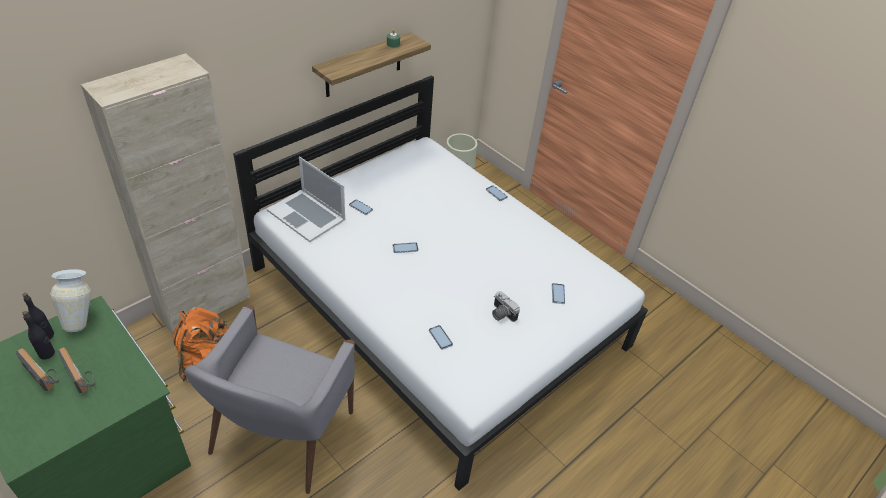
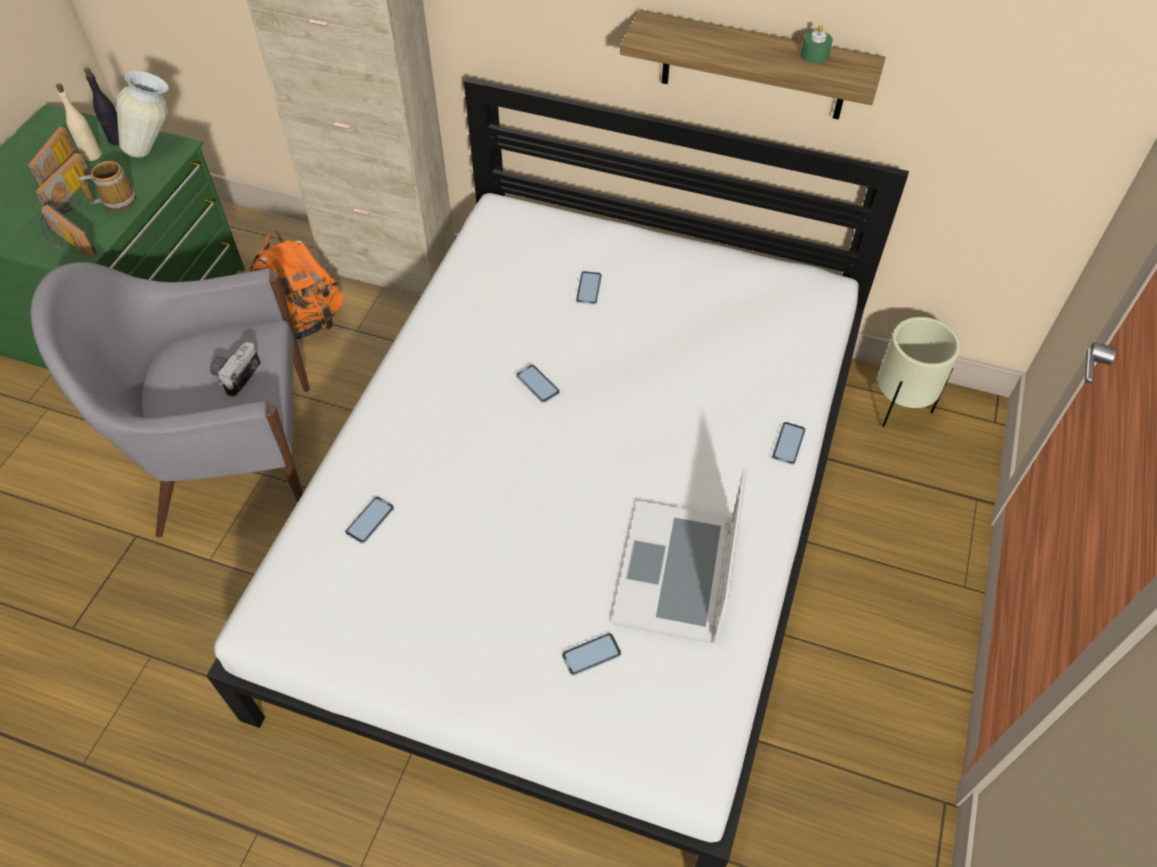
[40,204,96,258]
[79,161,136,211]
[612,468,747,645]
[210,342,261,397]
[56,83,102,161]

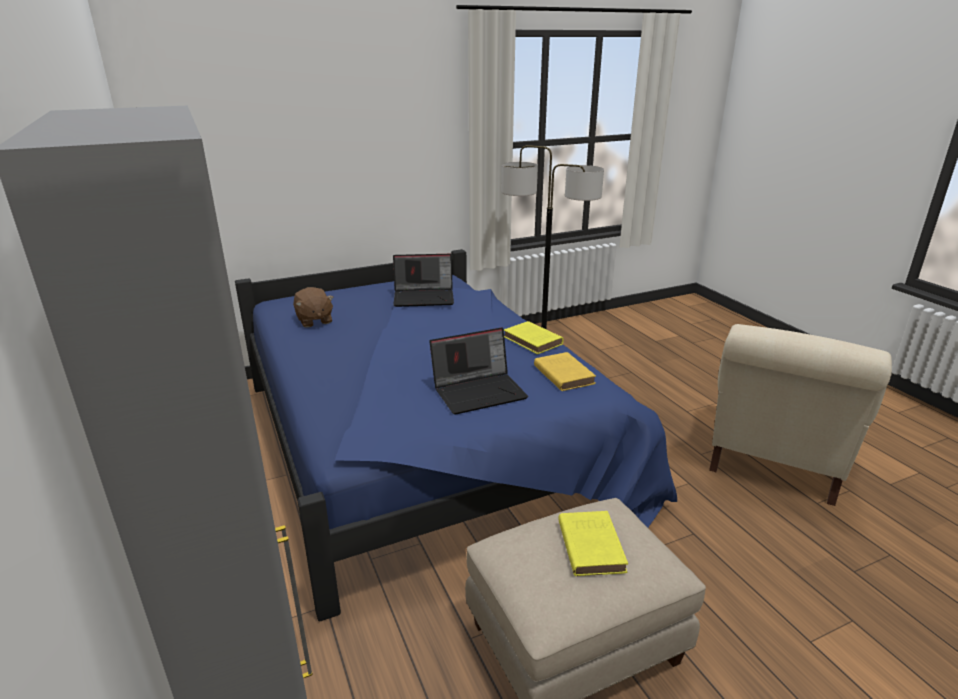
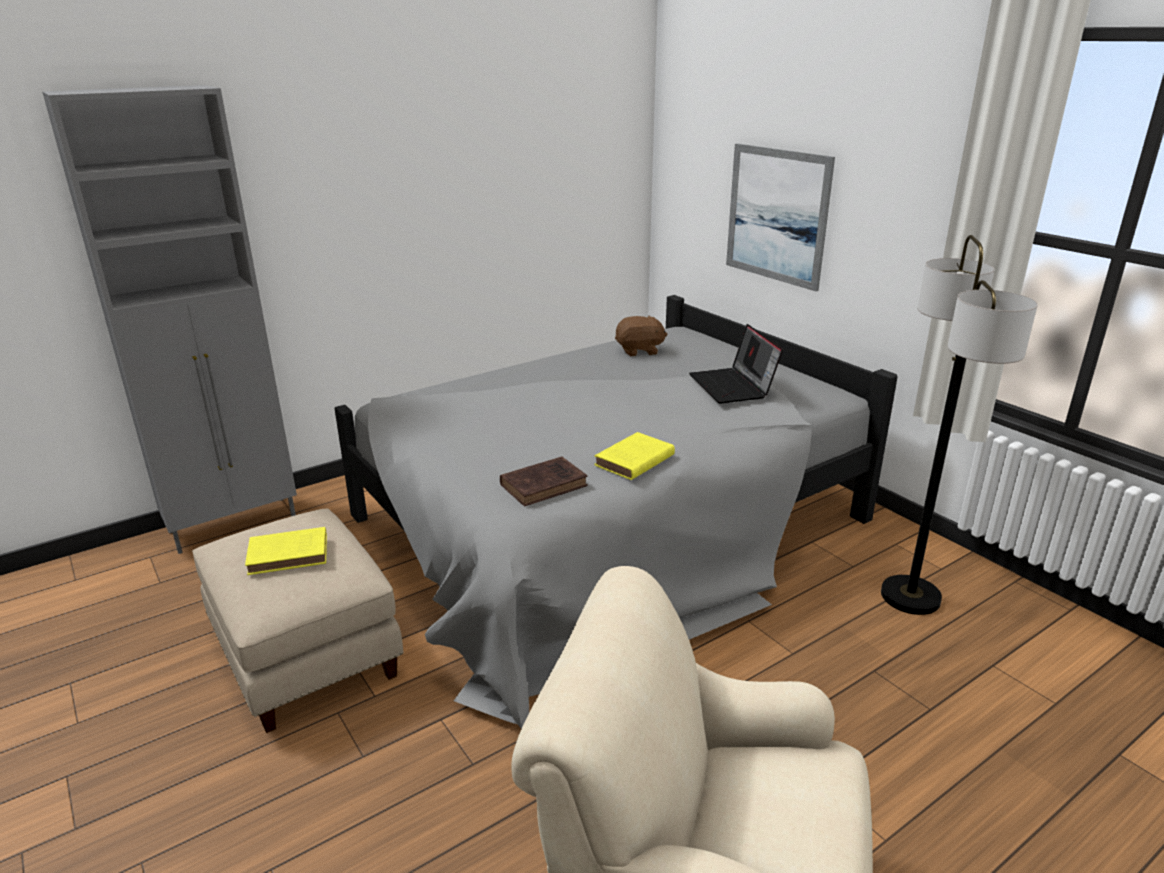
[429,327,528,415] (first image)
[726,143,835,291]
[334,295,898,729]
[500,457,588,506]
[615,315,668,356]

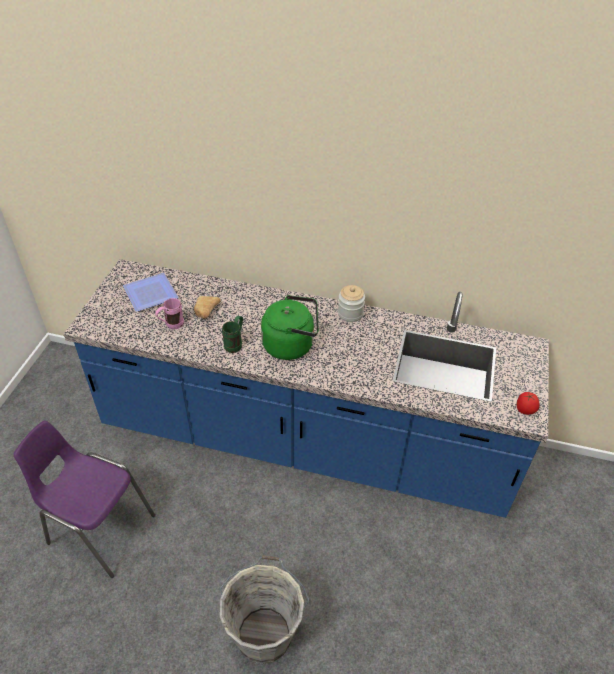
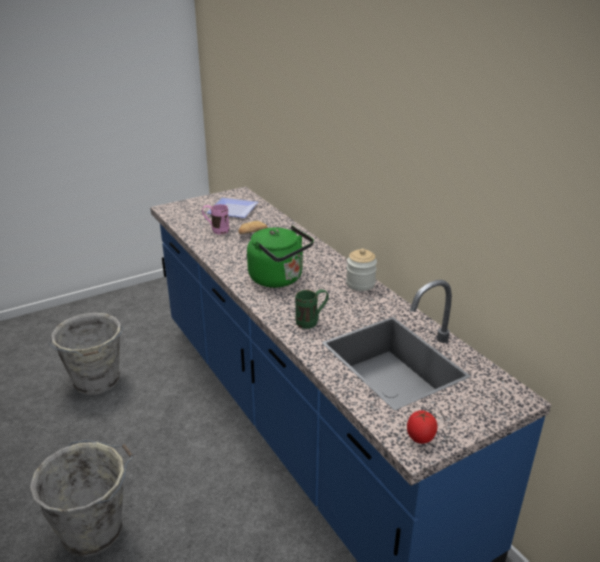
[295,289,329,329]
[48,313,124,395]

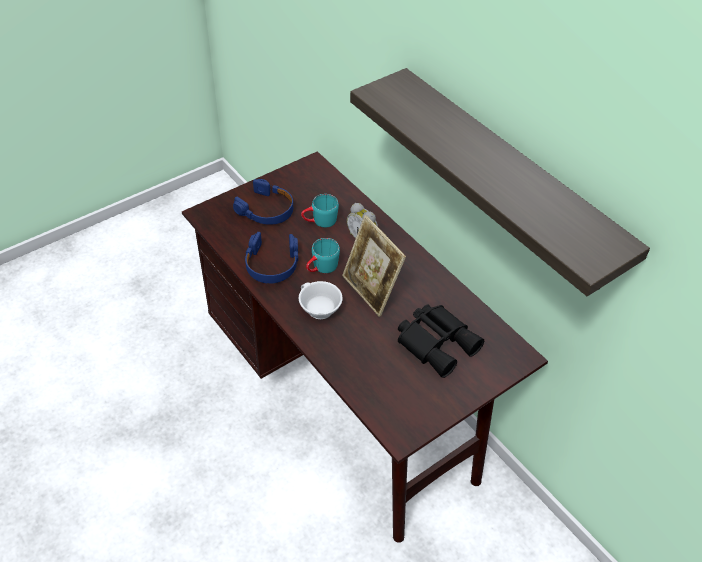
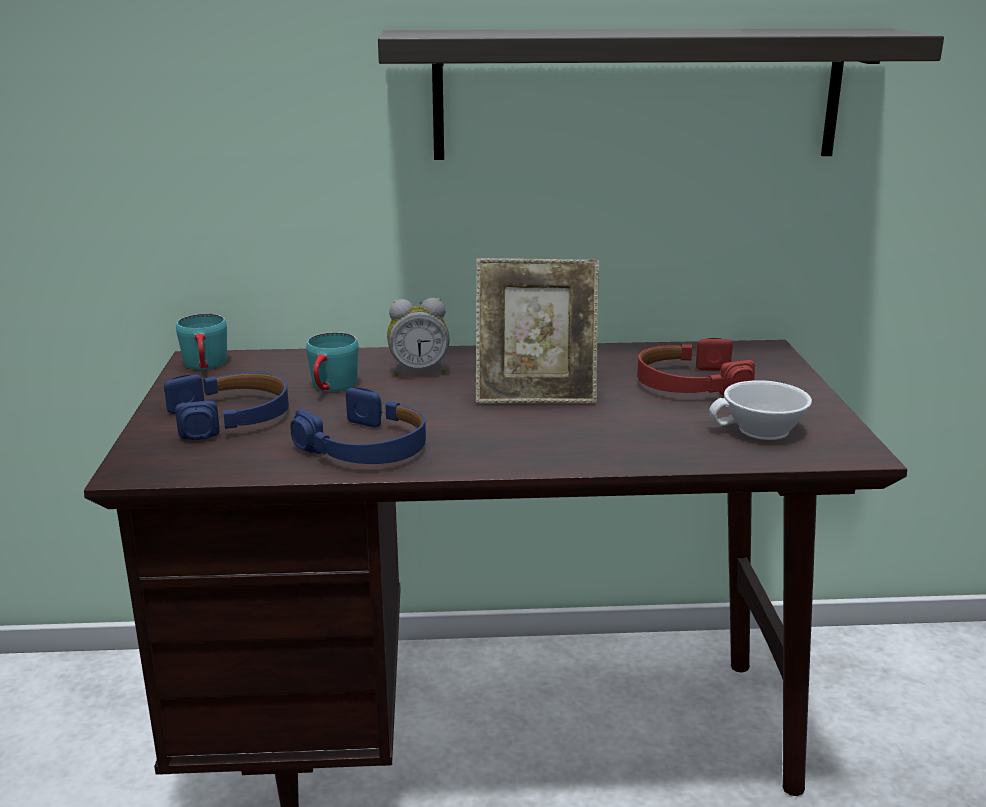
[709,380,812,440]
[176,314,227,370]
[637,338,755,396]

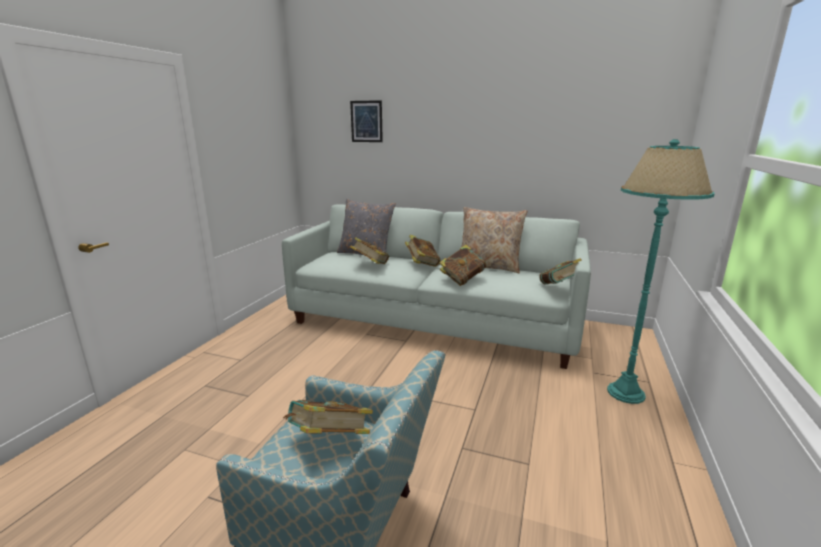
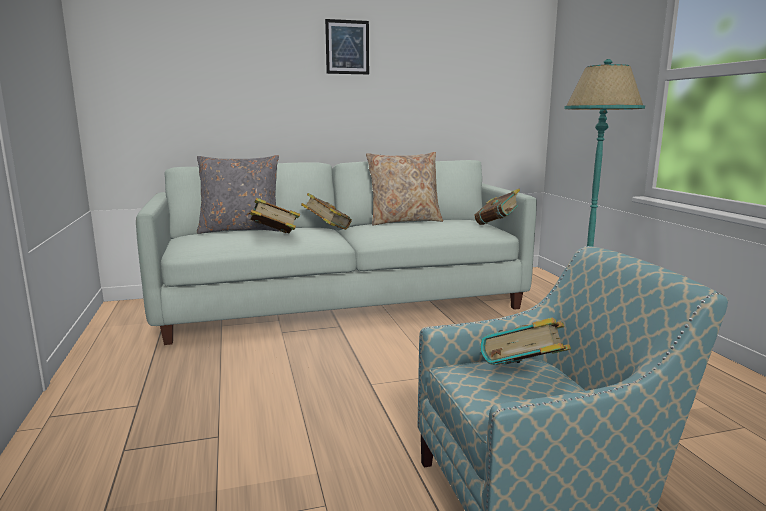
[439,245,486,286] (first image)
[325,19,369,74]

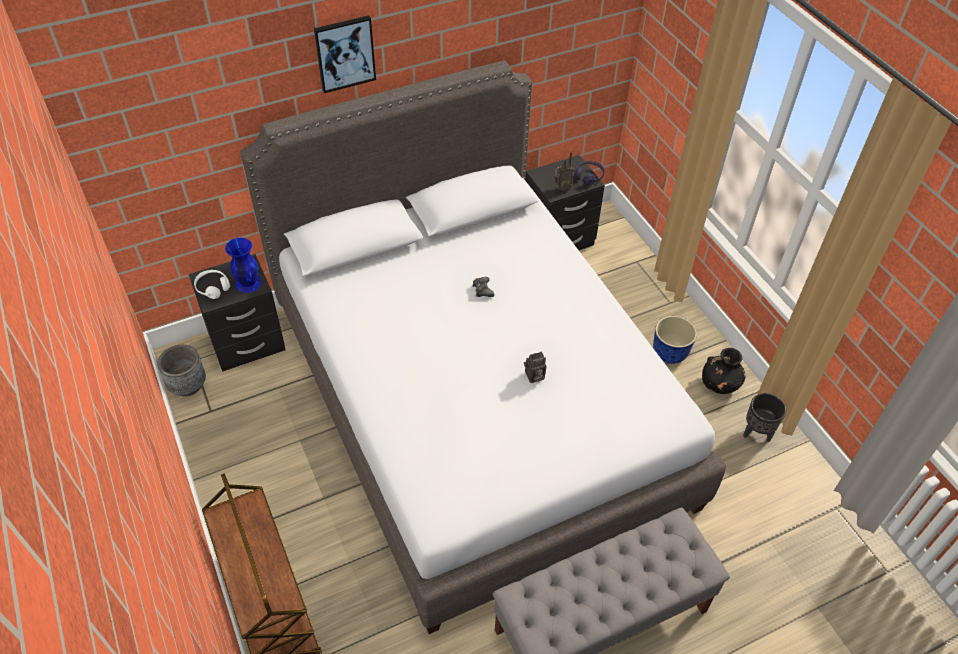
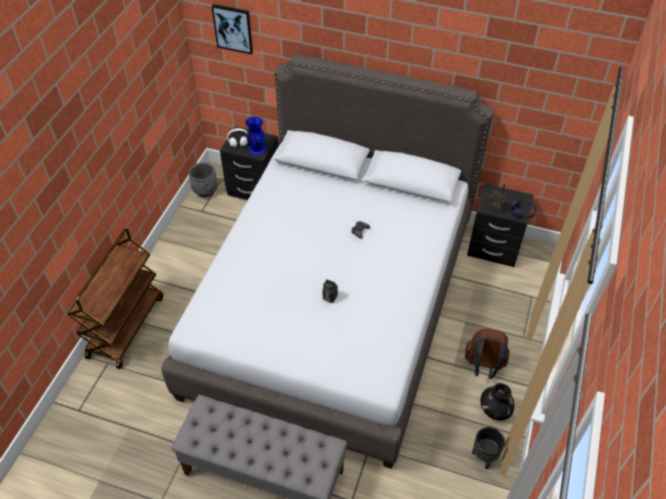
[212,4,253,54]
[465,329,510,379]

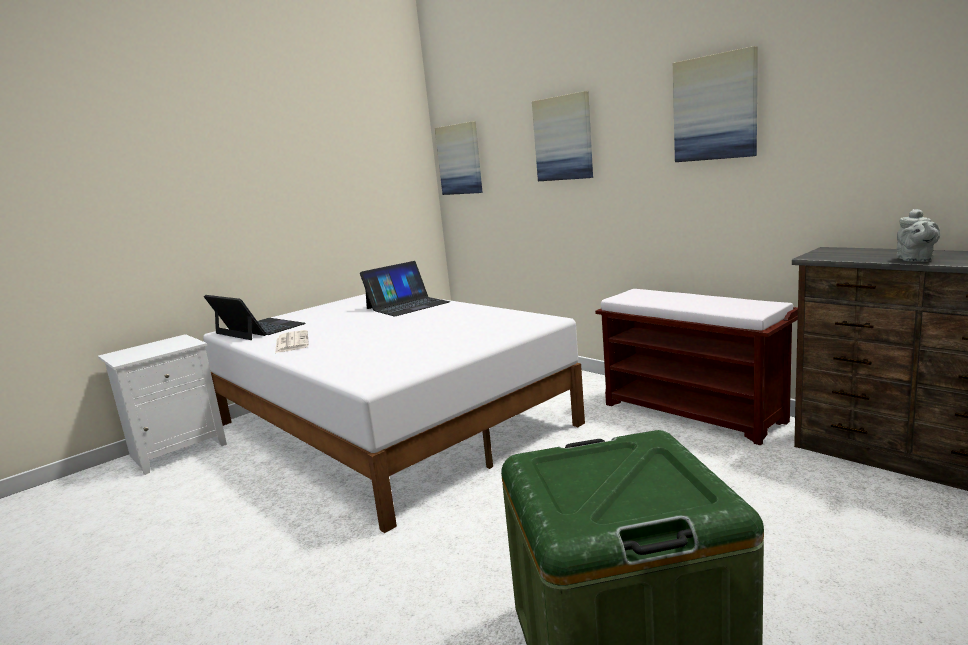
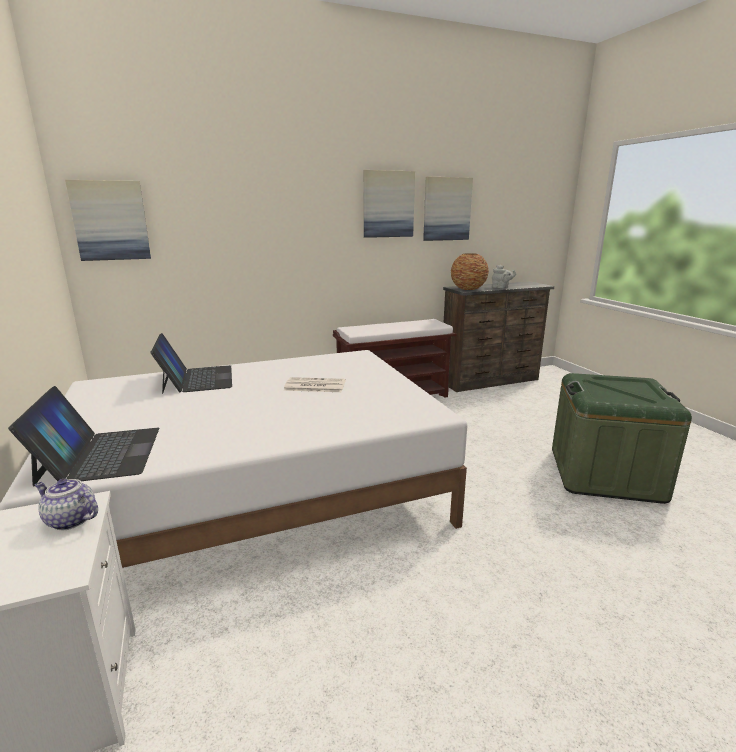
[35,479,98,530]
[451,253,489,290]
[283,377,346,392]
[423,177,473,241]
[8,386,159,487]

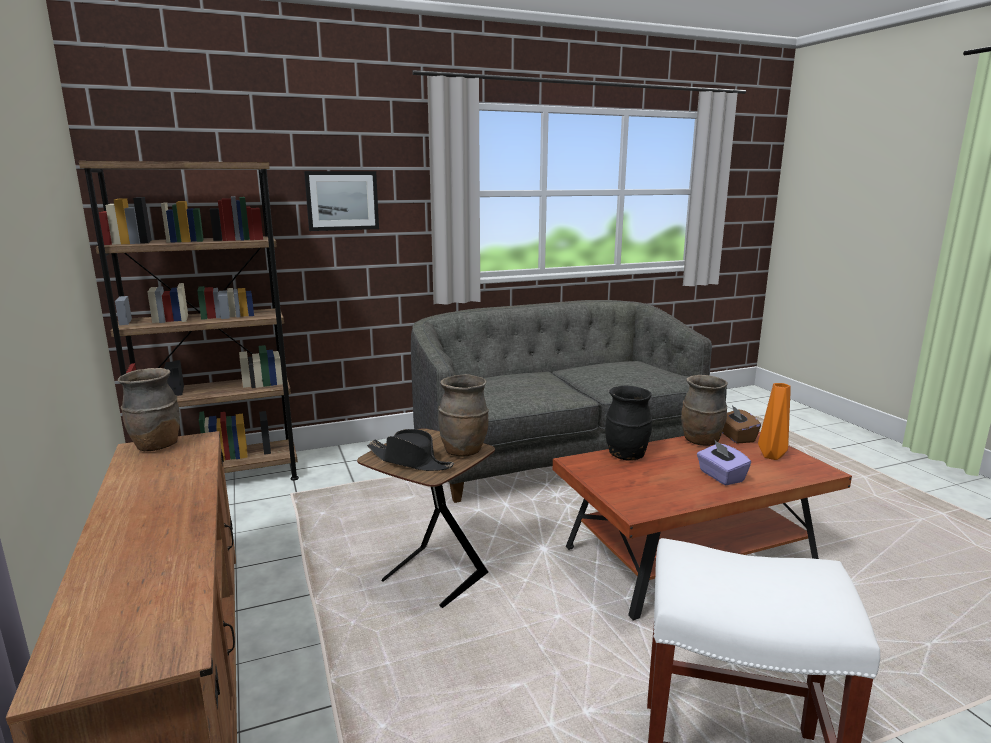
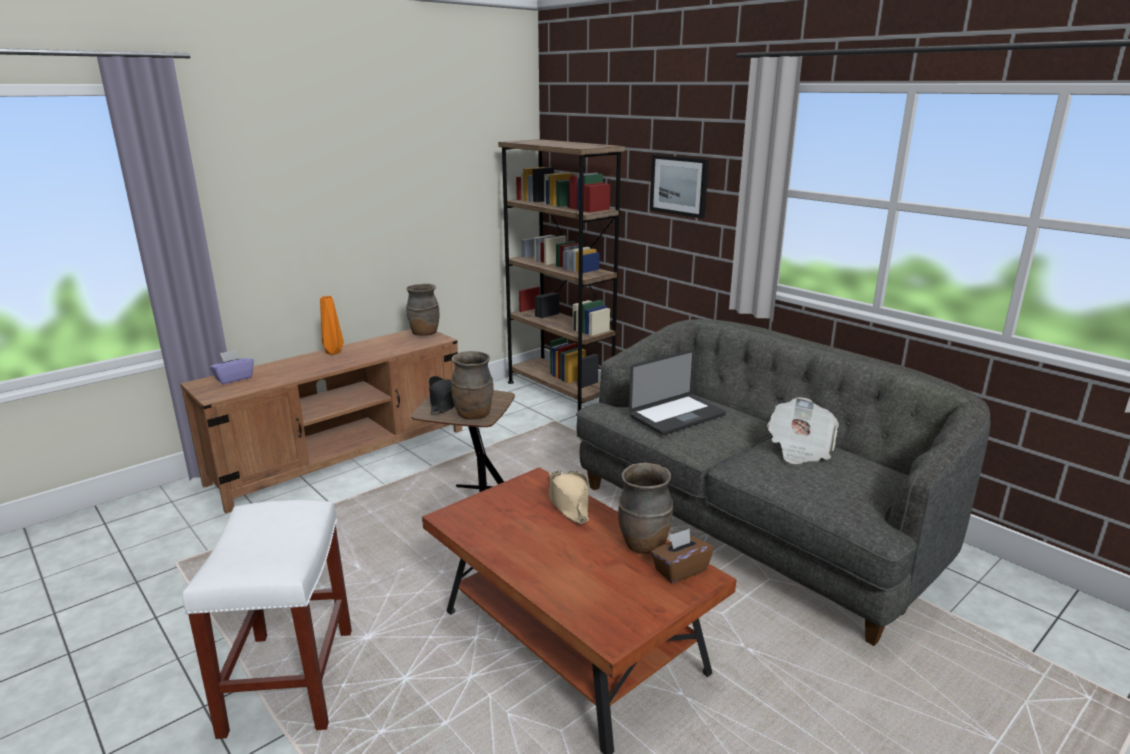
[629,350,726,435]
[767,397,839,464]
[210,349,254,384]
[320,296,344,355]
[549,471,589,524]

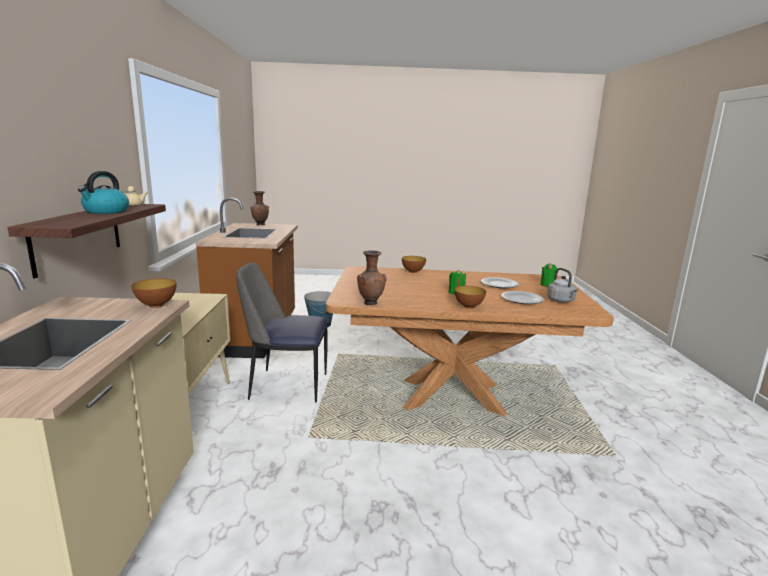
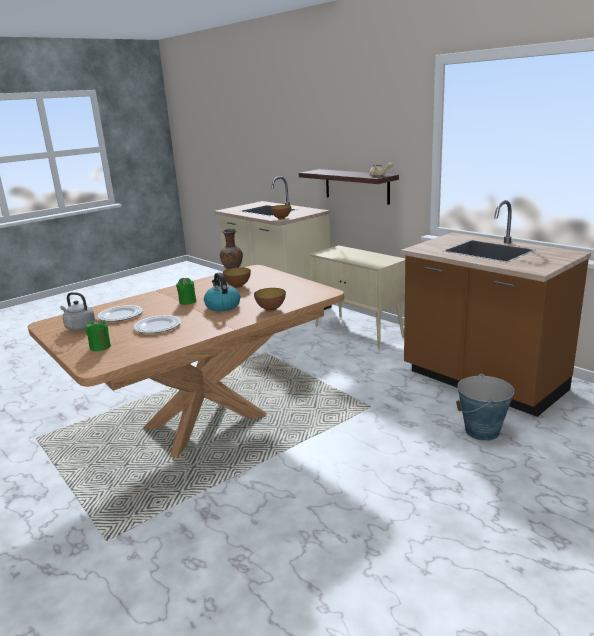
[236,262,328,403] (first image)
[250,191,269,225] (first image)
[204,272,240,311]
[223,267,251,288]

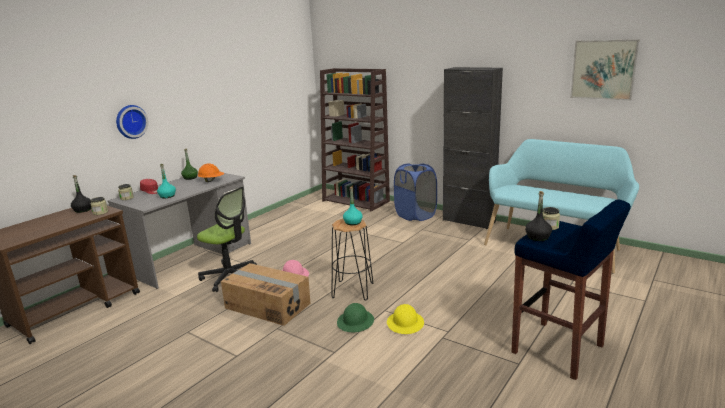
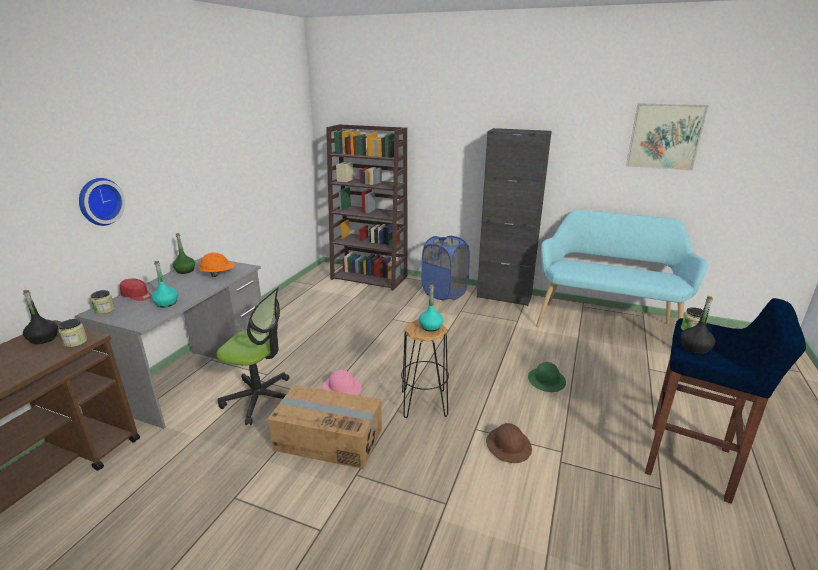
[528,362,566,392]
[486,423,532,463]

